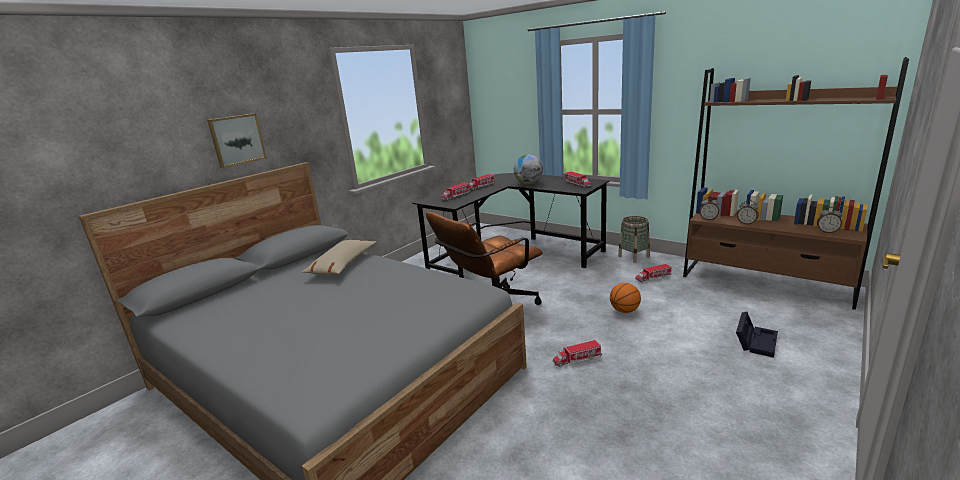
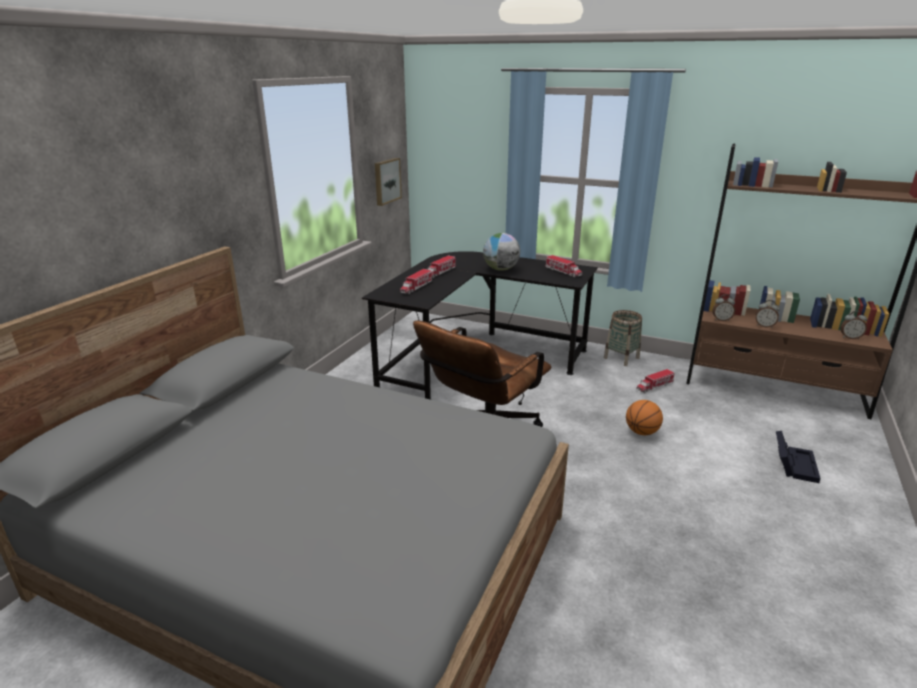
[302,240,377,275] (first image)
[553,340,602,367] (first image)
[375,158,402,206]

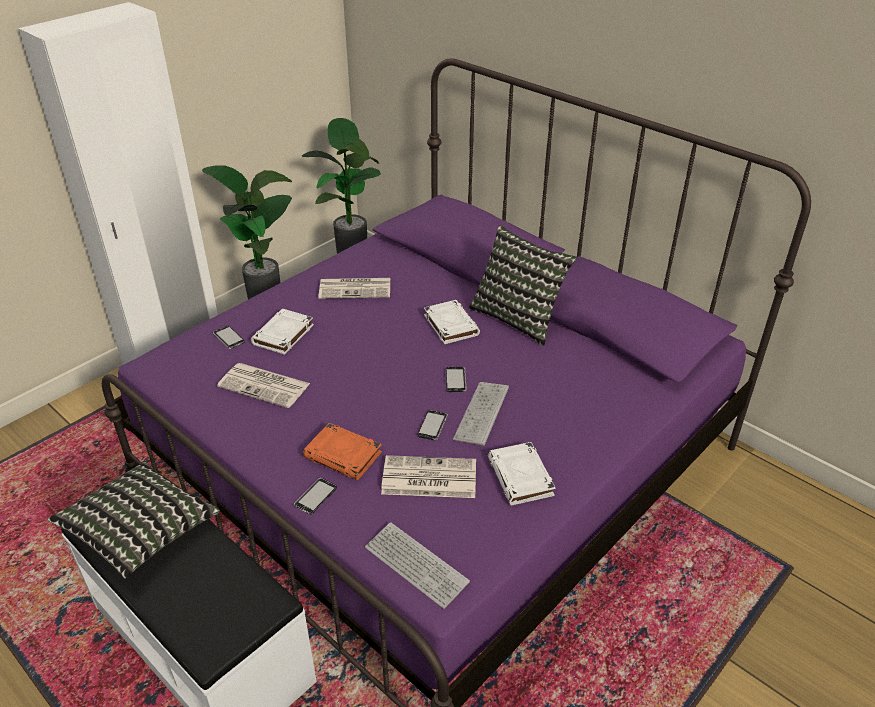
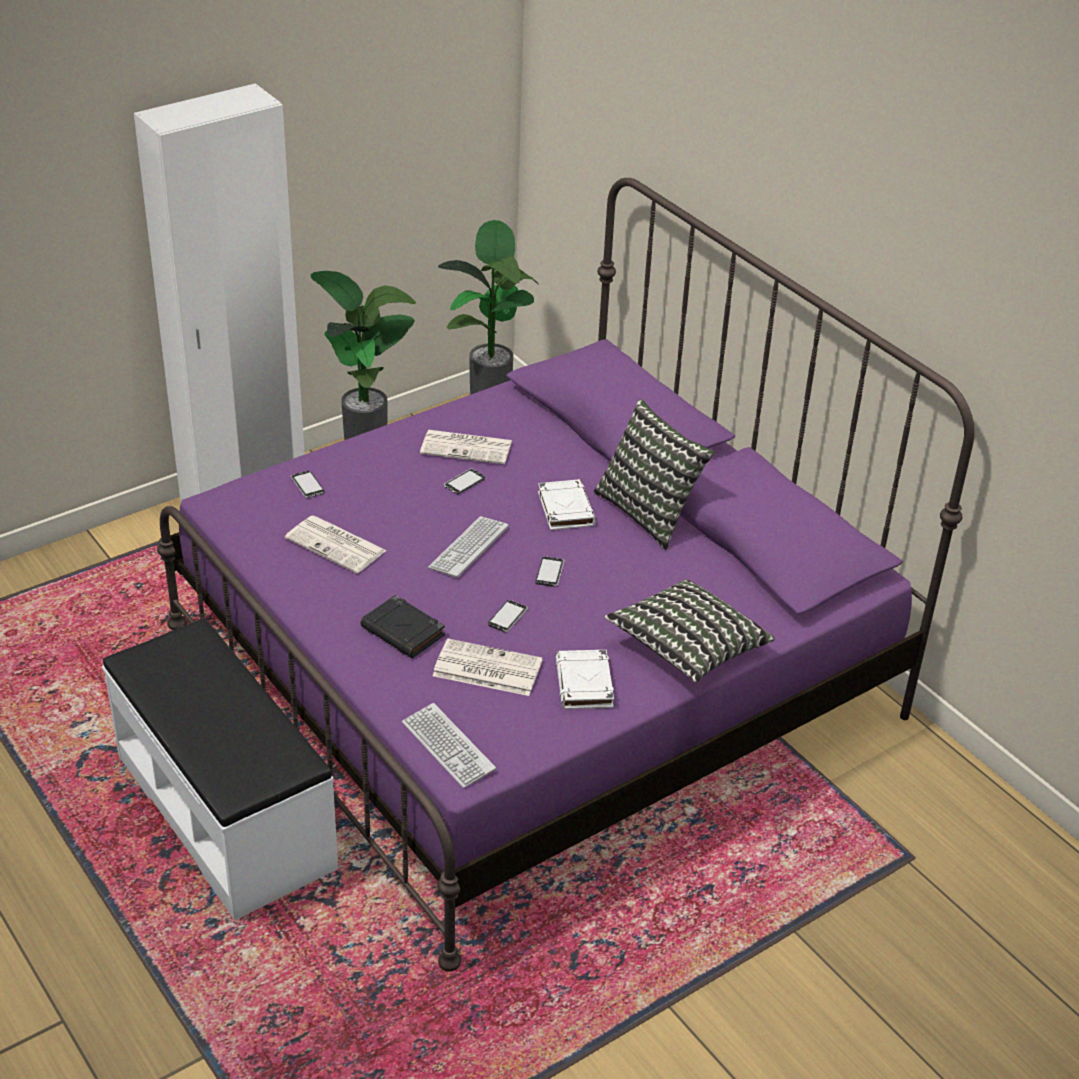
[251,308,314,355] (first image)
[605,579,775,682]
[444,469,485,495]
[428,516,508,578]
[360,595,445,658]

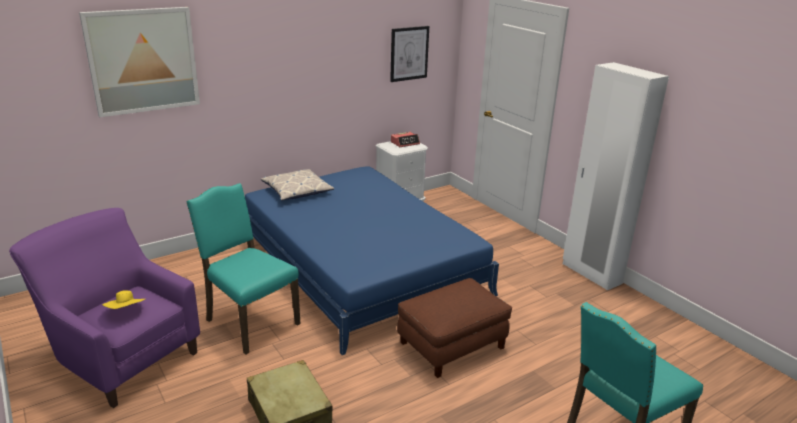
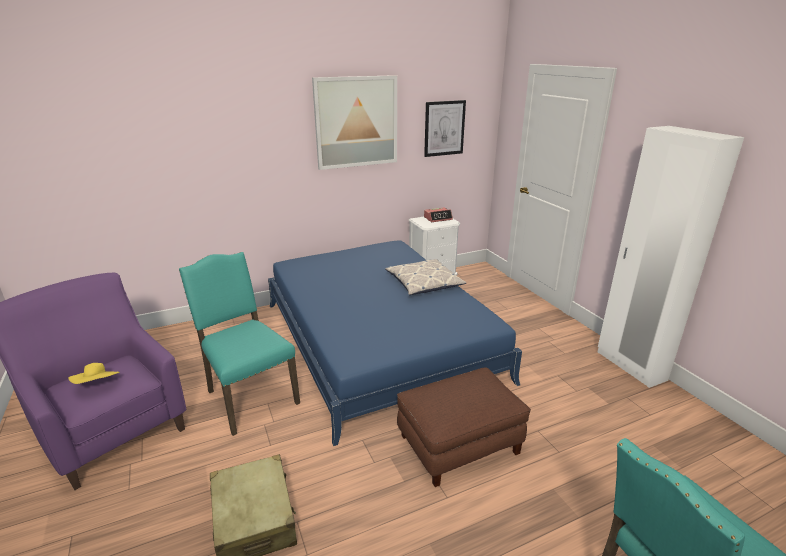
[312,75,397,170]
[385,259,466,295]

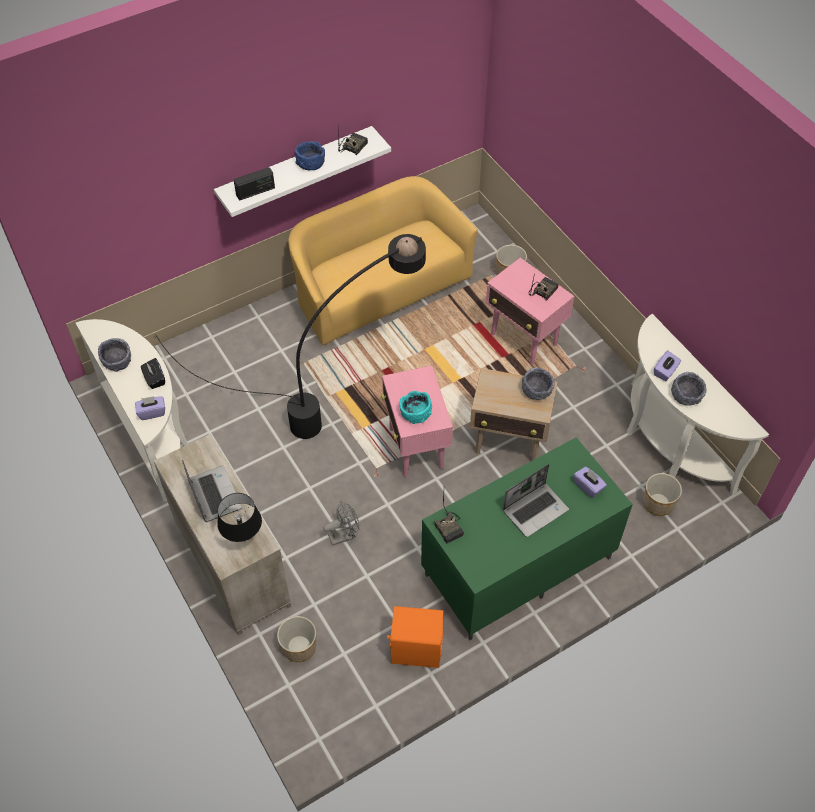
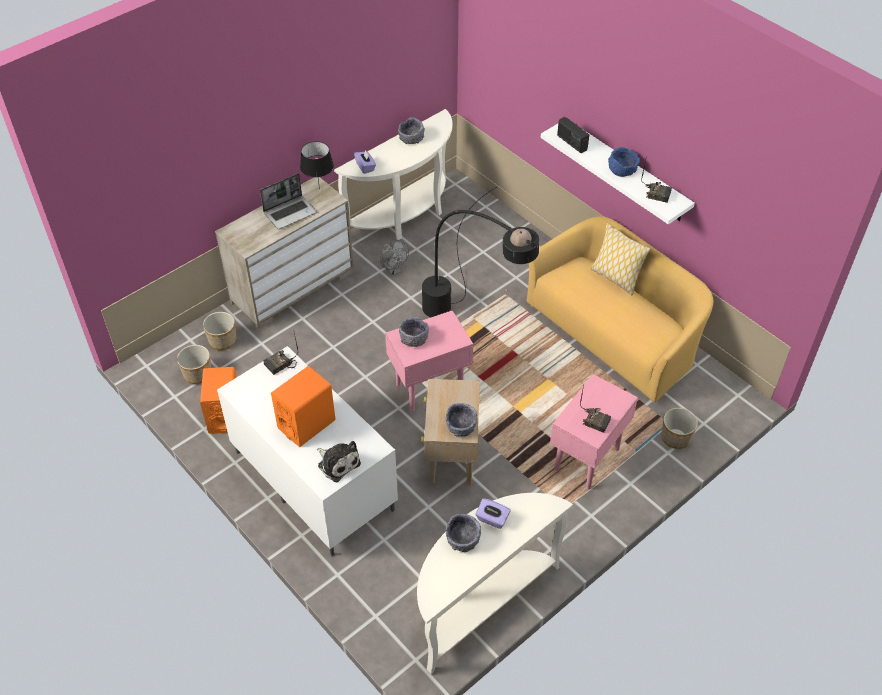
[141,358,165,389] (first image)
[591,223,651,295]
[300,141,334,190]
[380,241,409,276]
[177,345,212,384]
[271,366,336,447]
[317,441,361,482]
[399,317,429,347]
[217,346,398,556]

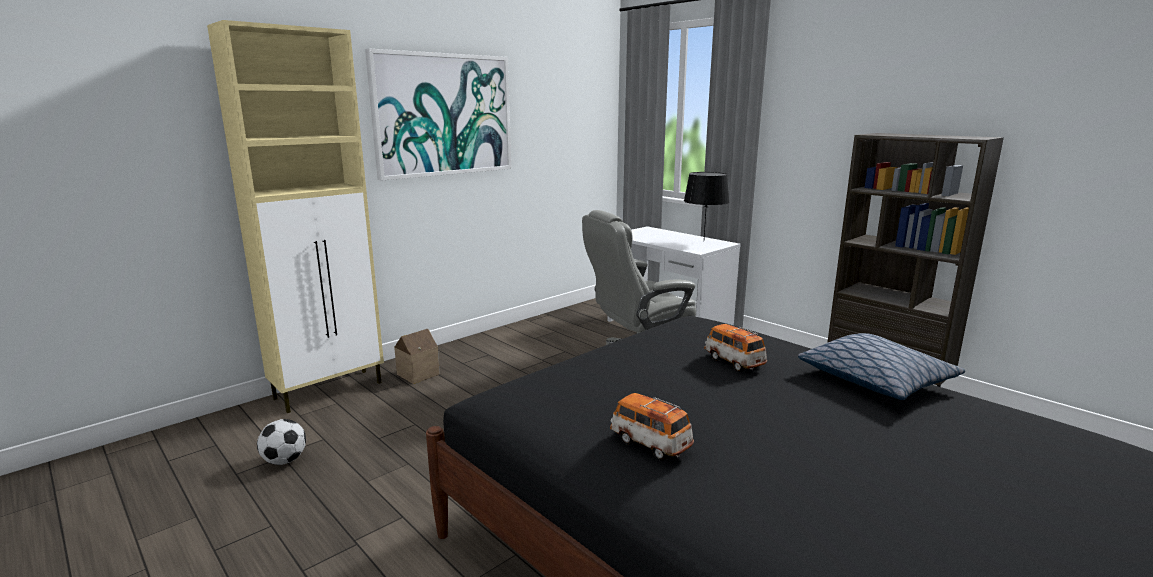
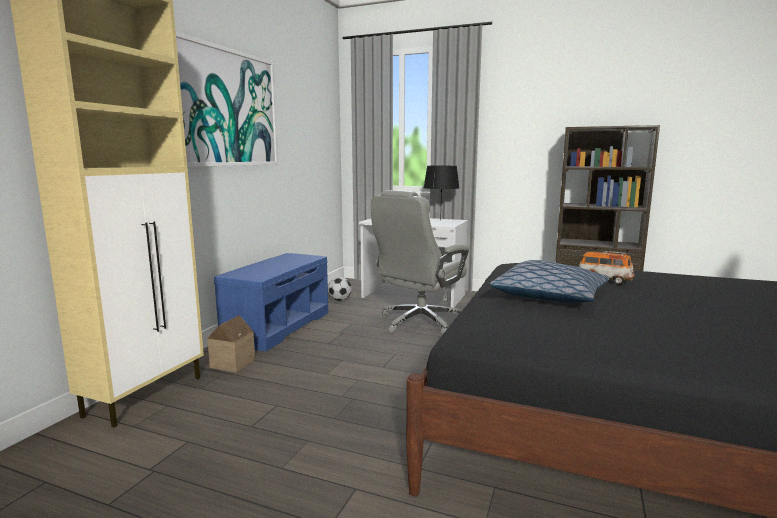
[610,393,694,461] (first image)
[214,253,328,352]
[328,277,351,301]
[490,260,610,303]

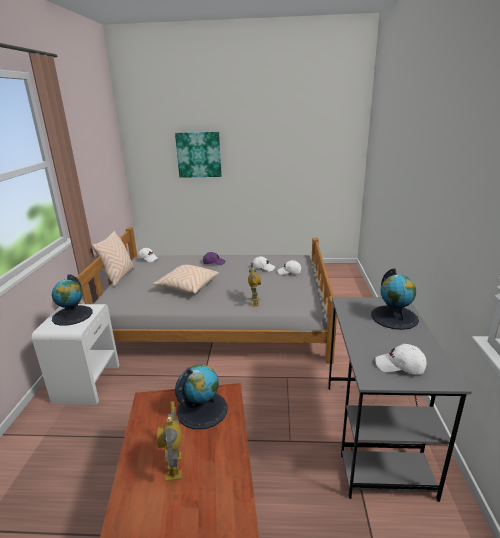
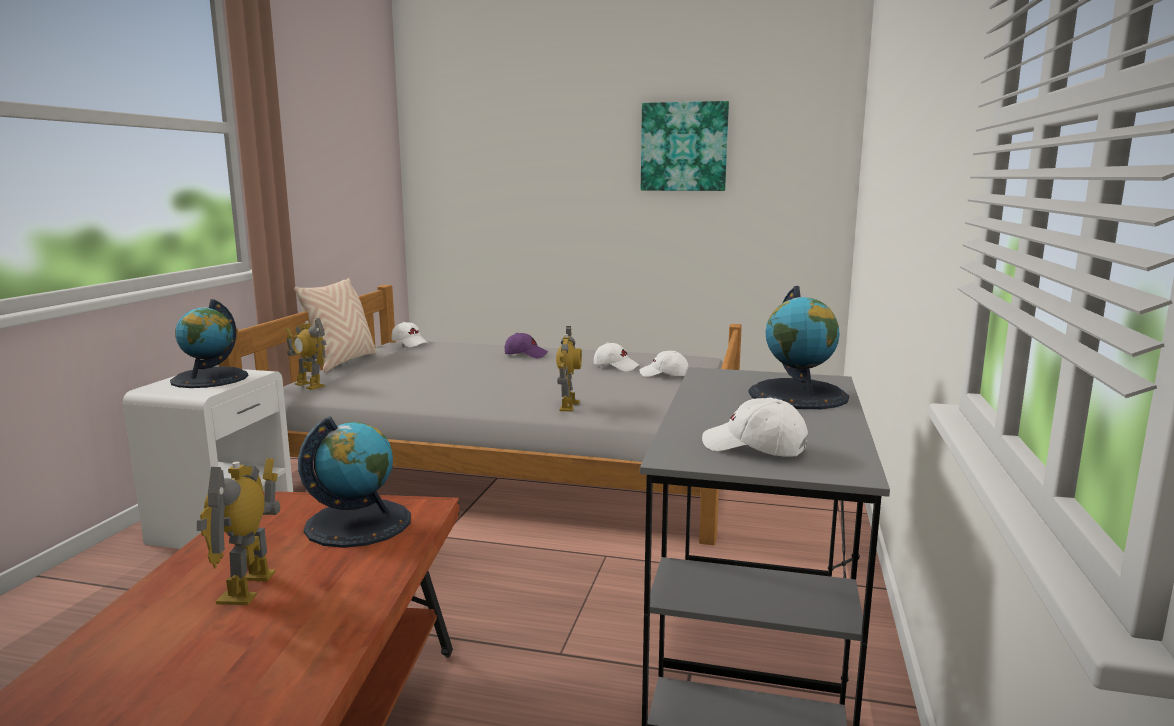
[153,265,219,294] (first image)
[285,318,326,390]
[641,101,729,191]

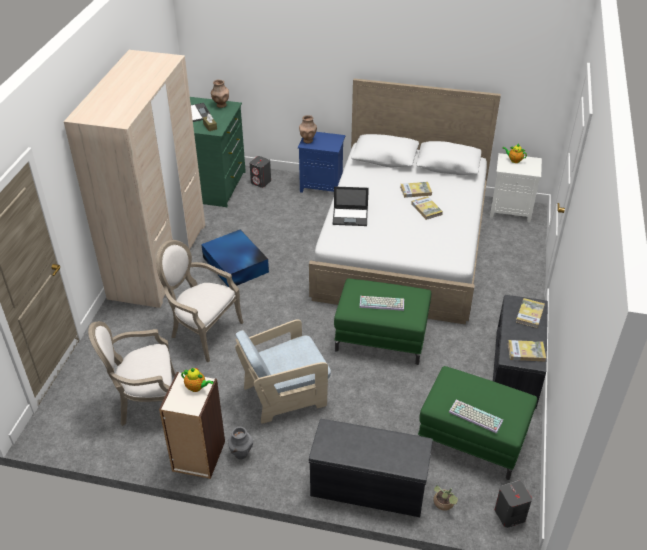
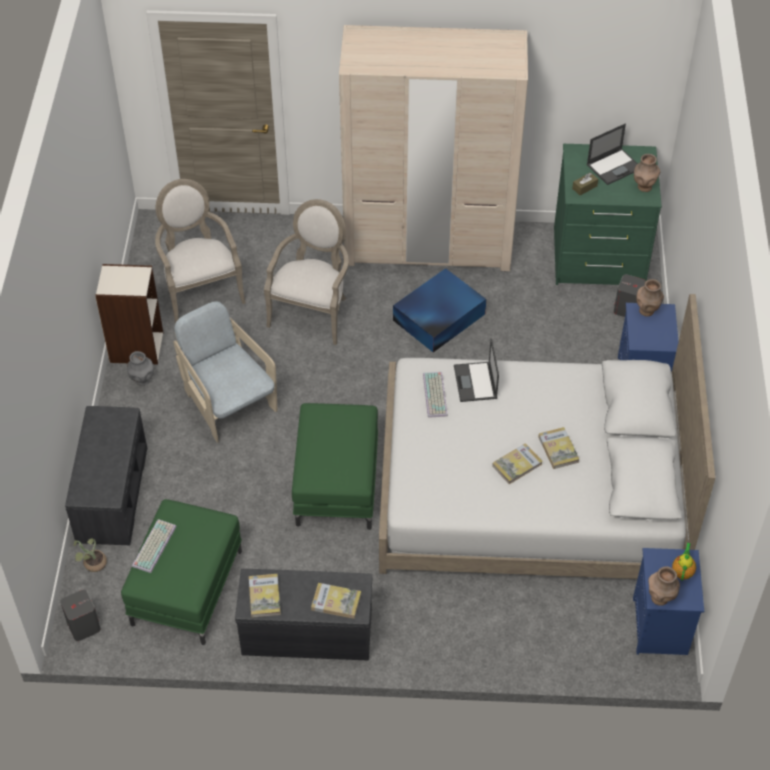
[181,368,213,392] (first image)
[648,566,680,606]
[423,372,448,418]
[633,548,704,655]

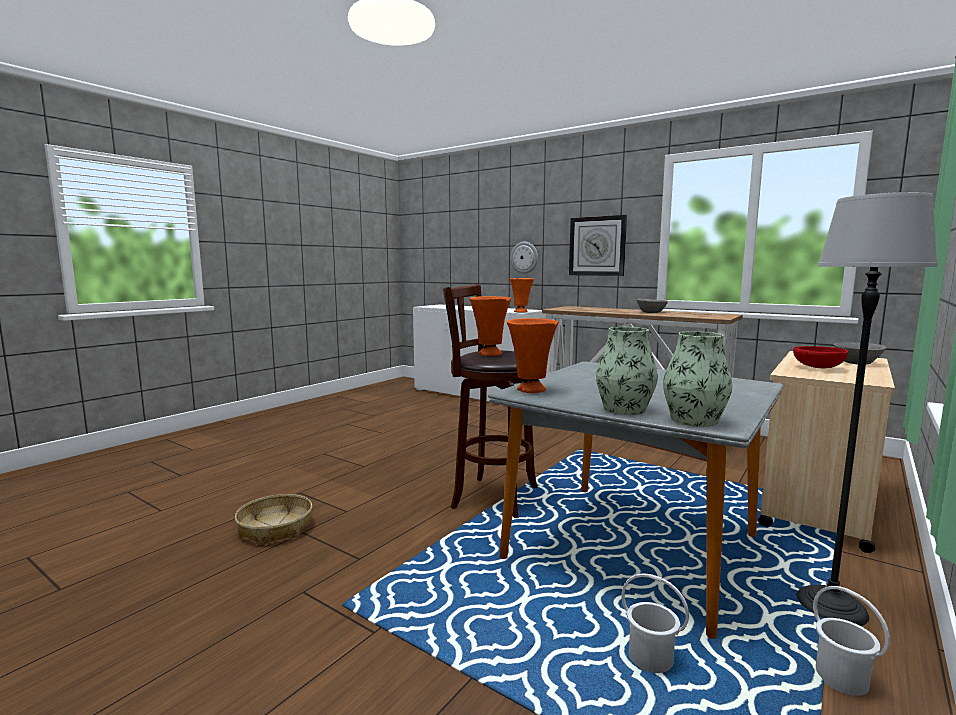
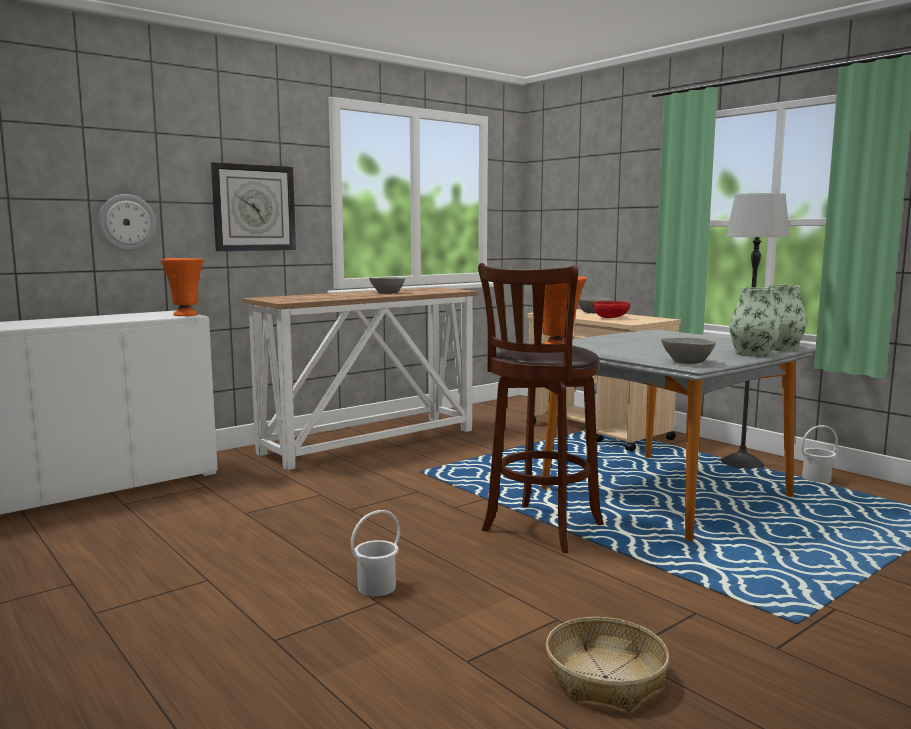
[351,510,400,596]
[661,337,716,364]

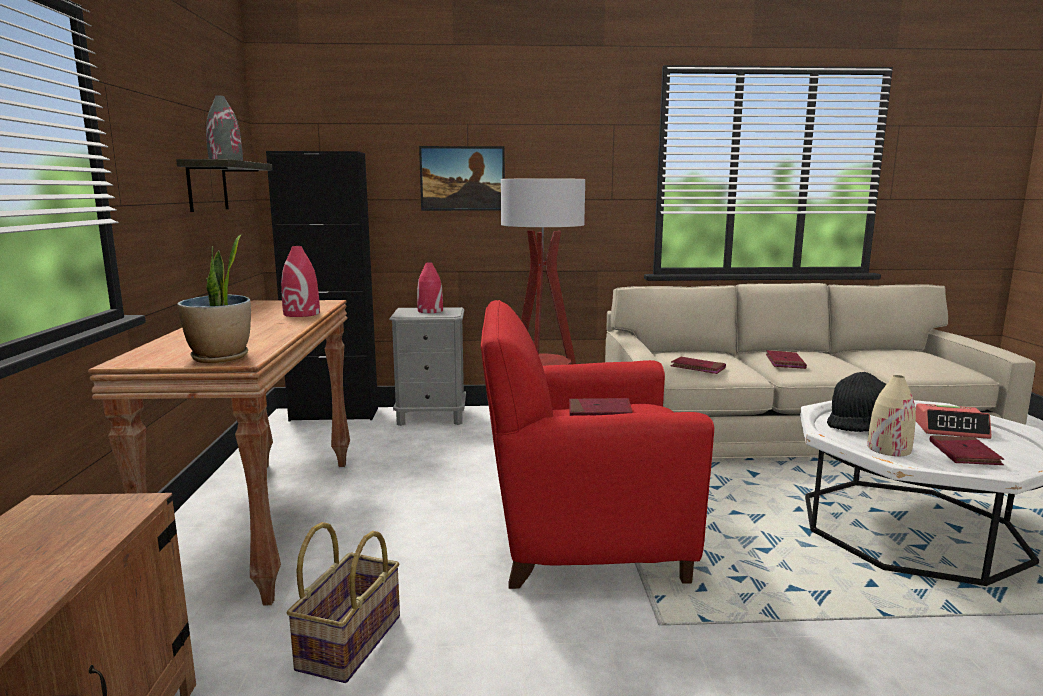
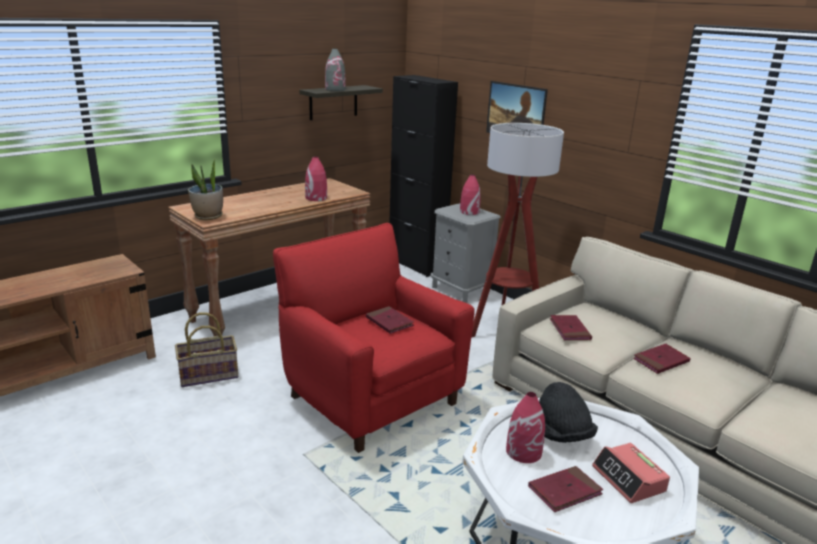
[506,392,545,463]

